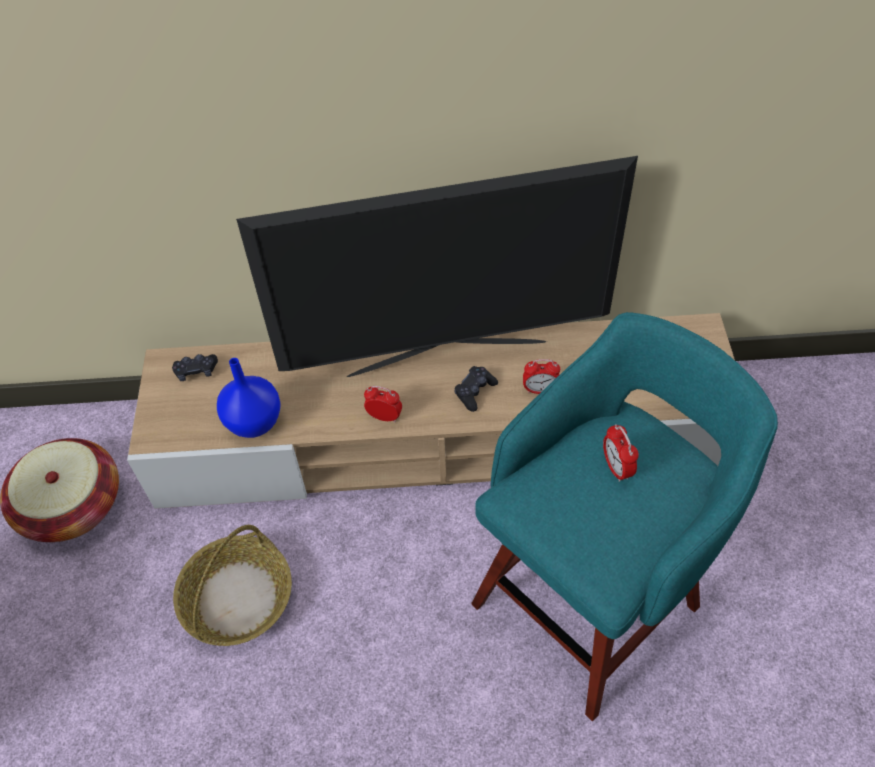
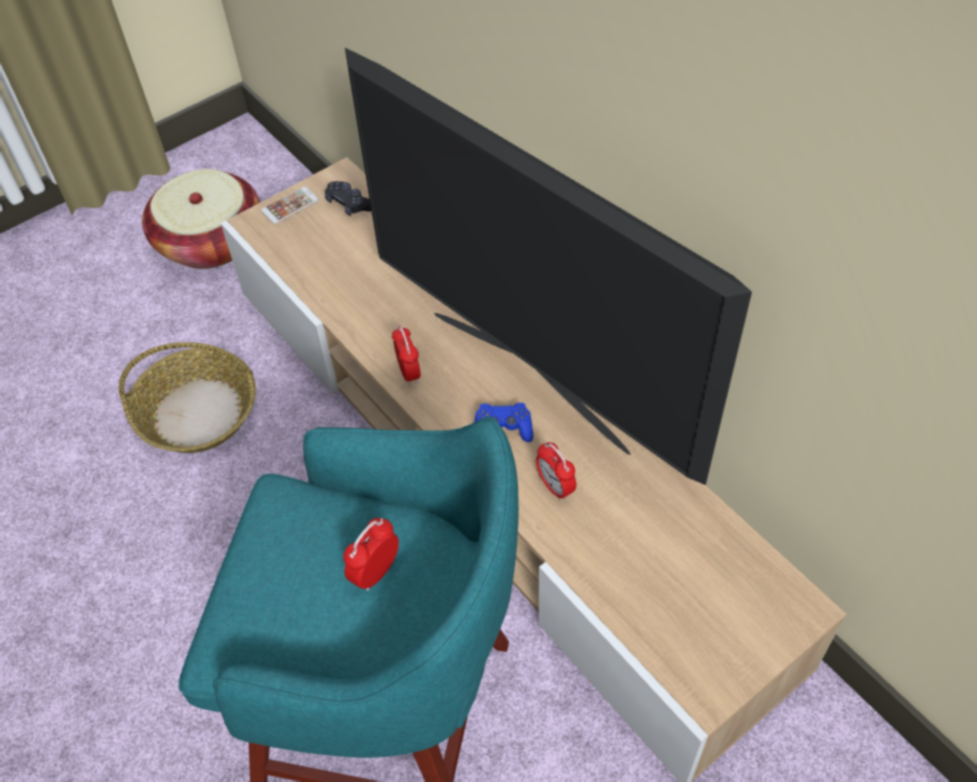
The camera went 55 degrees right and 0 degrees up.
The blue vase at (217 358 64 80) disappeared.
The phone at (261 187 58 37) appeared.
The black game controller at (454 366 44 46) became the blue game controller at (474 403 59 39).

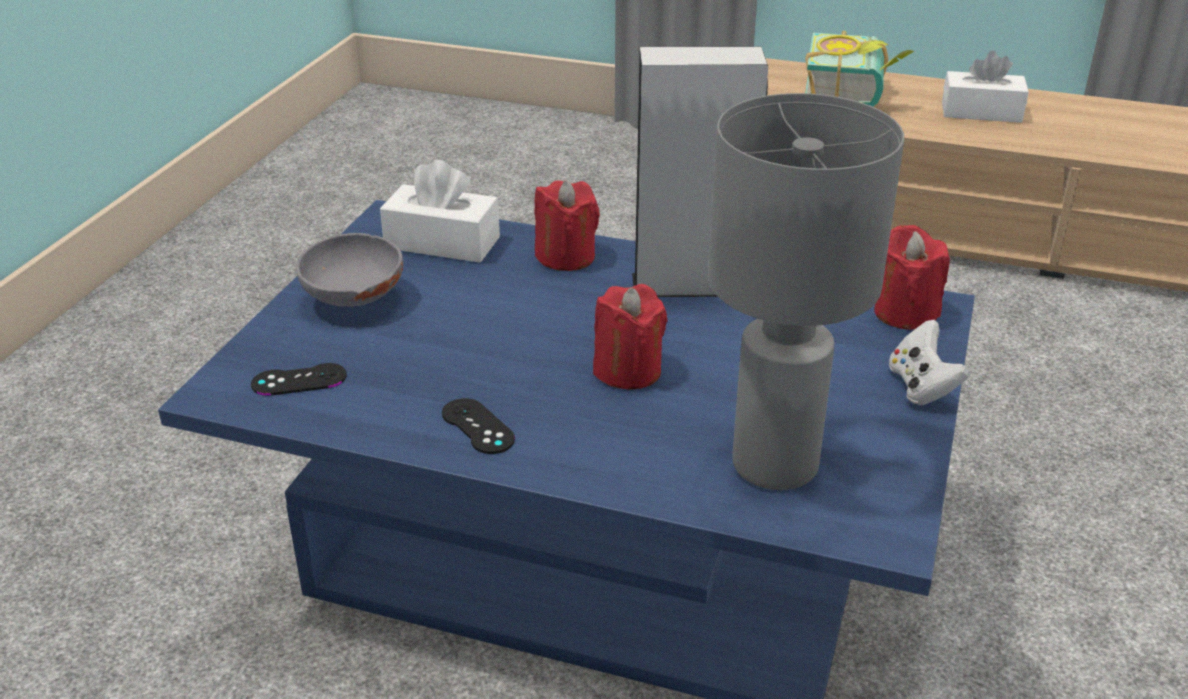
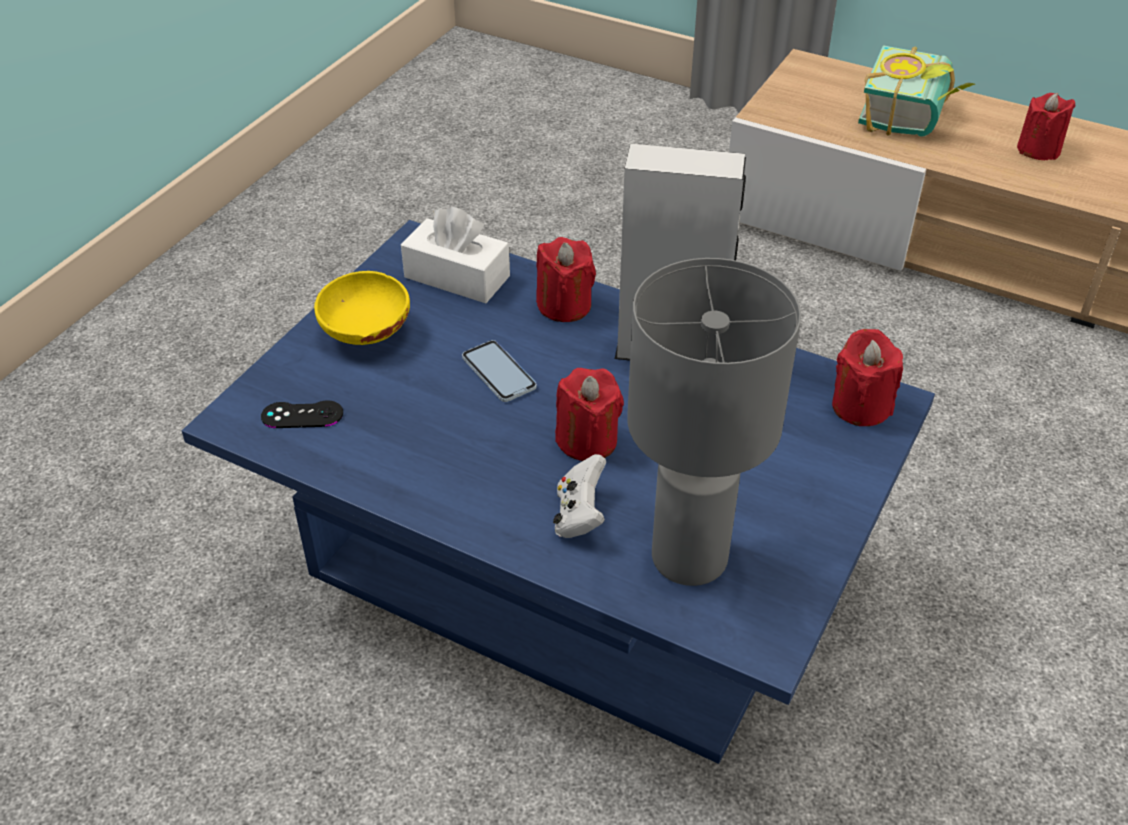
The camera went 10 degrees right and 10 degrees up.
The black game controller at (442 398 73 56) disappeared.
The phone at (462 340 75 62) appeared.
The white game controller moved from (889 320 81 85) to (553 454 53 84).
The white tissue box at (942 51 87 72) was replaced by the red candle at (1017 93 59 67).
The grey bowl at (296 233 108 74) became the yellow bowl at (314 271 96 74).

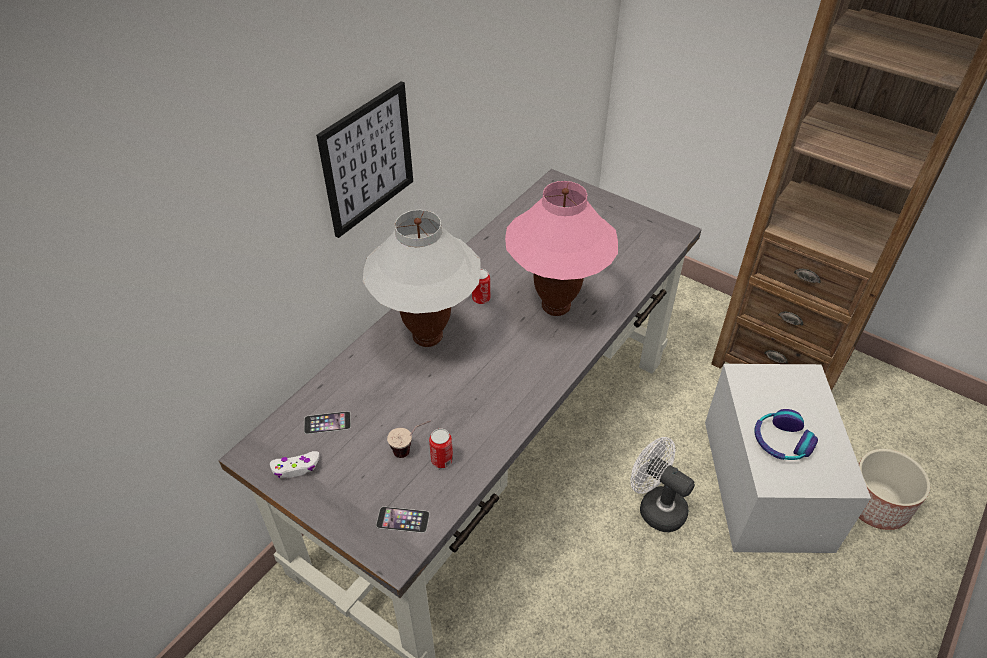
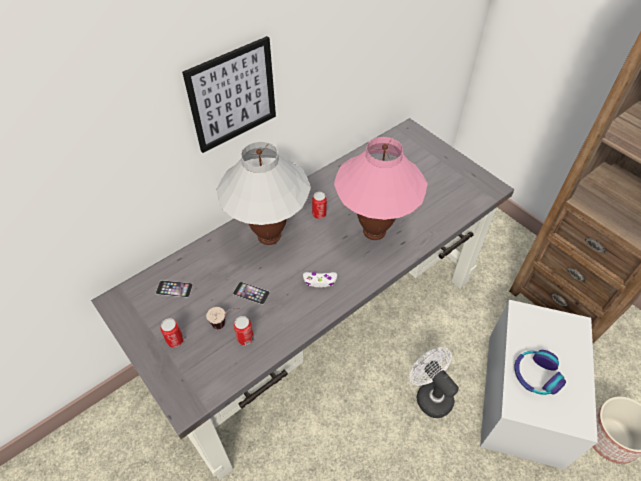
The camera went 15 degrees right and 5 degrees up.
The can at (160 318 24 30) appeared.
The white game controller moved from (270 451 49 27) to (303 272 34 15).
The phone moved from (376 507 54 26) to (233 282 37 23).

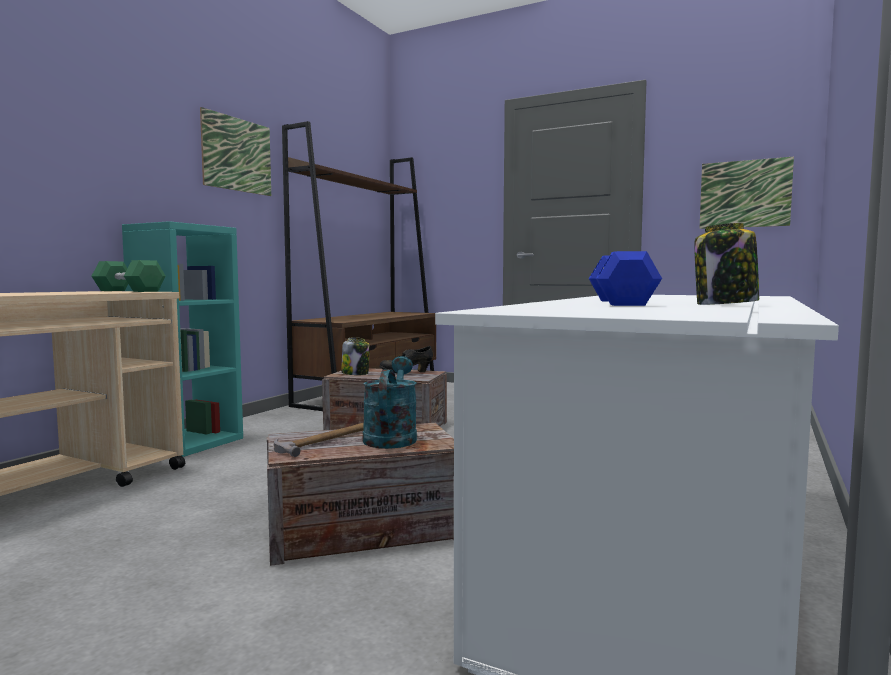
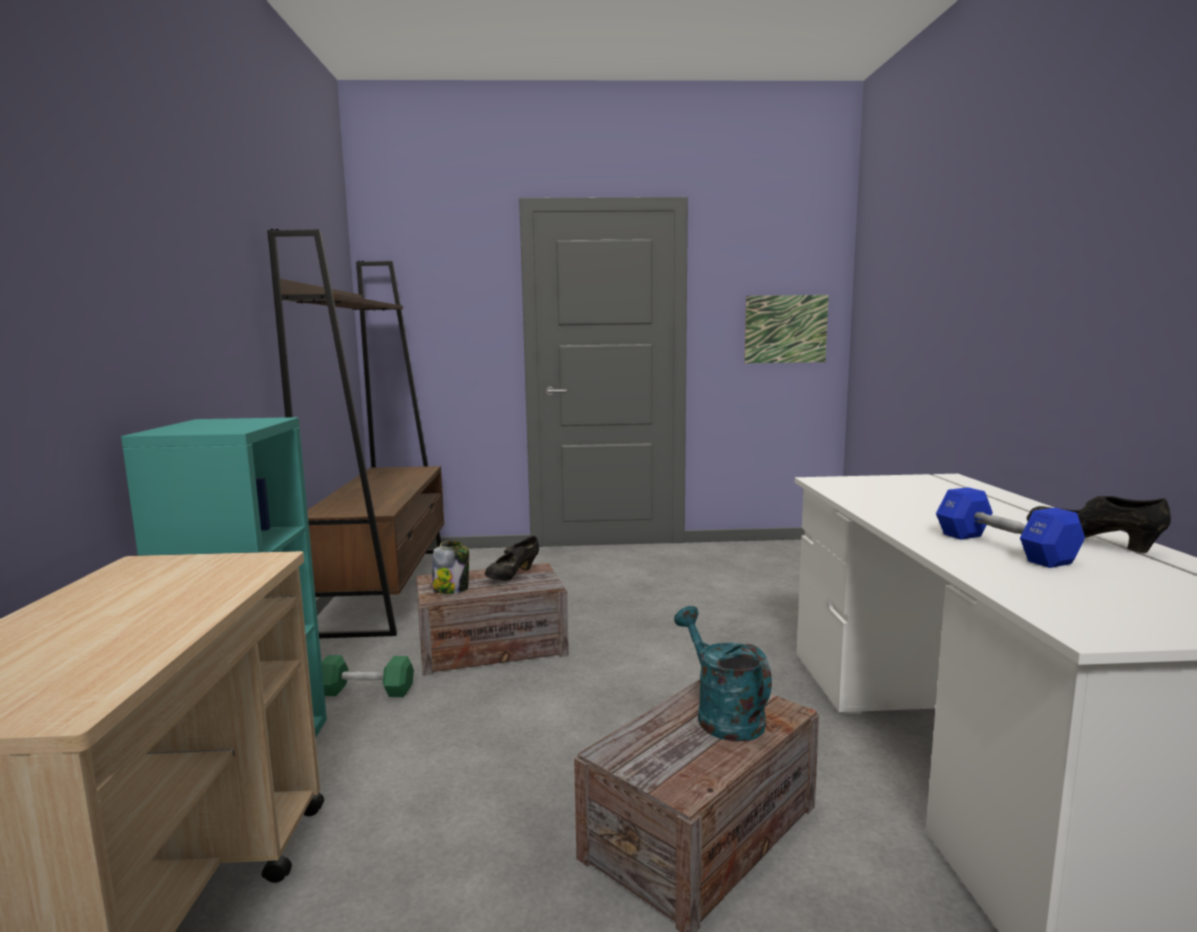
The camera went 30 degrees left and 5 degrees up.
The picture at (200 107 71 89) disappeared.
The hammer at (274 423 90 34) disappeared.
The green dumbbell moved from (91 260 75 32) to (321 655 93 42).
The jar at (694 223 65 82) was replaced by the black shoe at (1027 496 144 57).

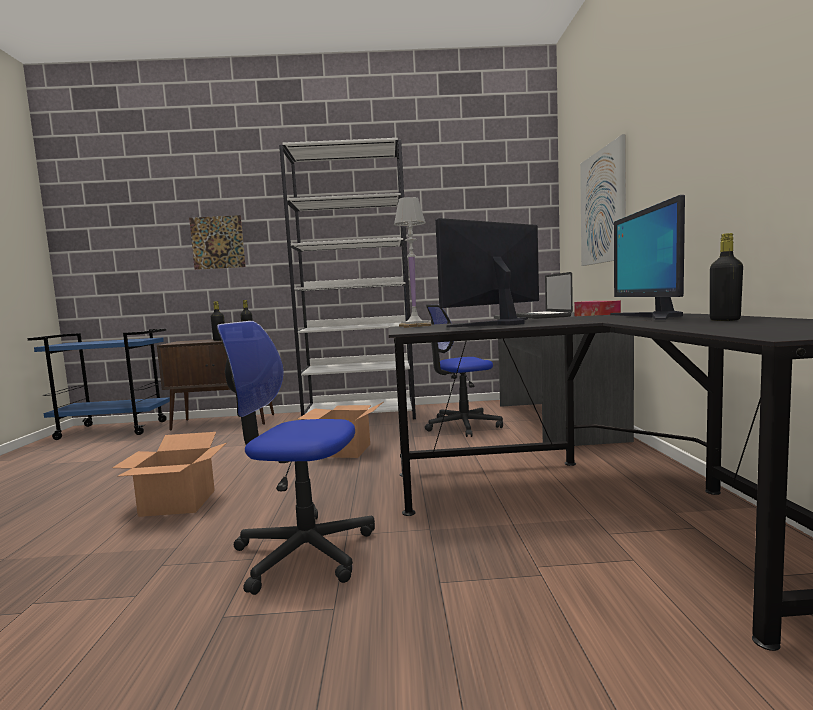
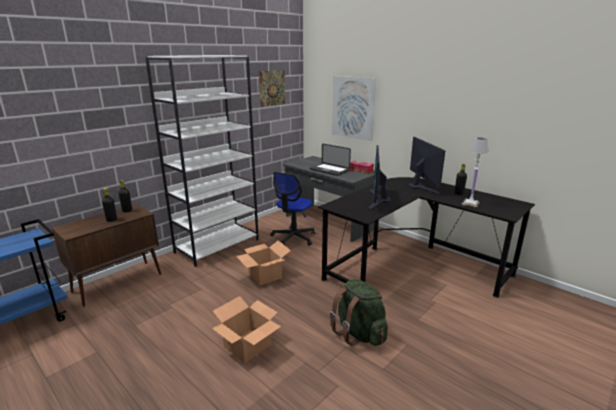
The camera went 45 degrees left and 15 degrees up.
The picture moved from (189 215 57 55) to (259 70 26 37).
The white table lamp moved from (394 197 37 131) to (462 138 27 70).
The office chair at (217 321 158 274) was replaced by the green backpack at (330 279 58 67).
The monitor at (610 195 75 125) turned 150 degrees counterclockwise.

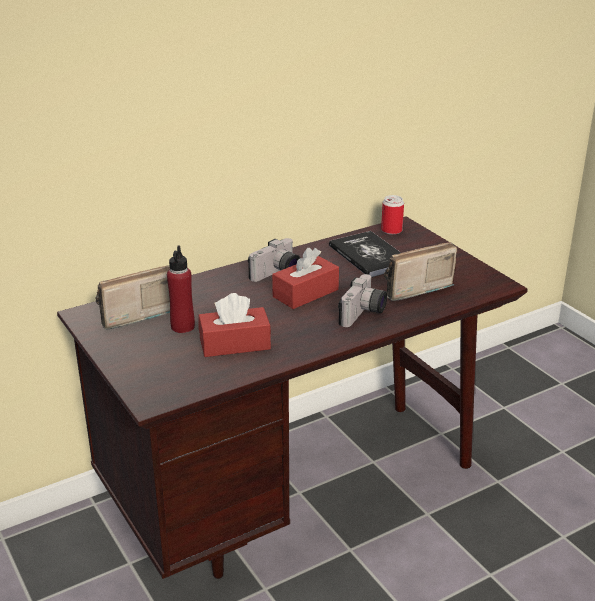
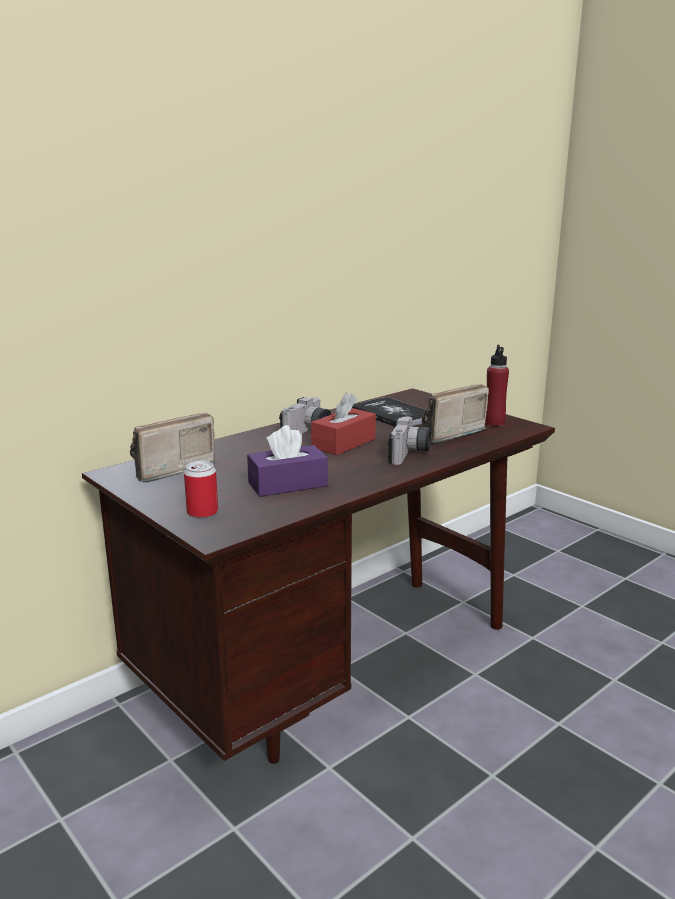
The camera went 10 degrees left and 10 degrees down.
The red bottle moved from (167 246 28 87) to (485 345 24 81).
The can moved from (381 195 23 40) to (184 461 34 57).
The red tissue box at (198 293 73 64) became the purple tissue box at (247 425 81 72).

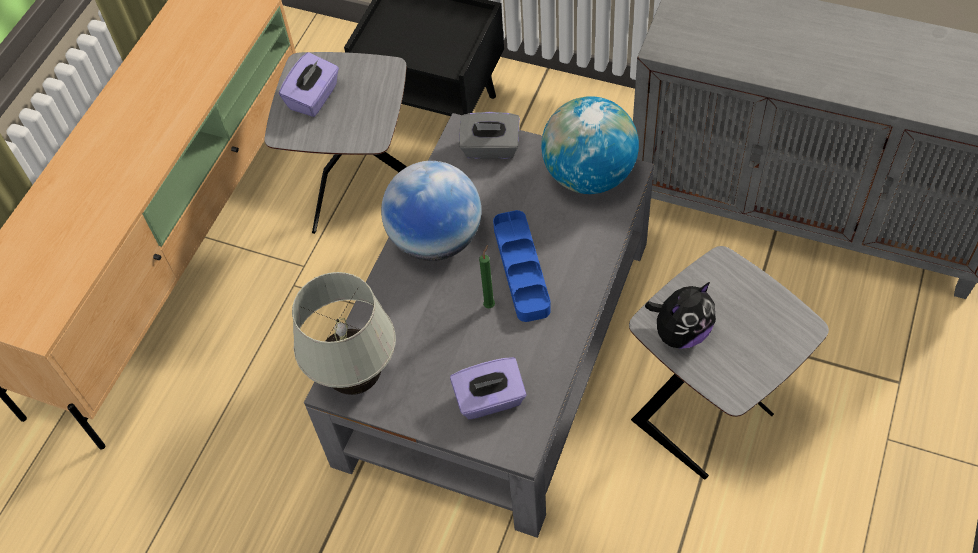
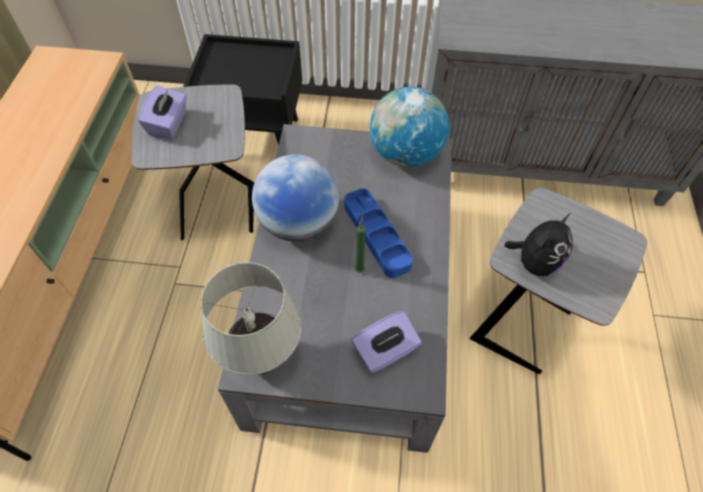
The camera went 20 degrees left and 0 degrees up.
The grey tissue box at (459 112 61 47) disappeared.

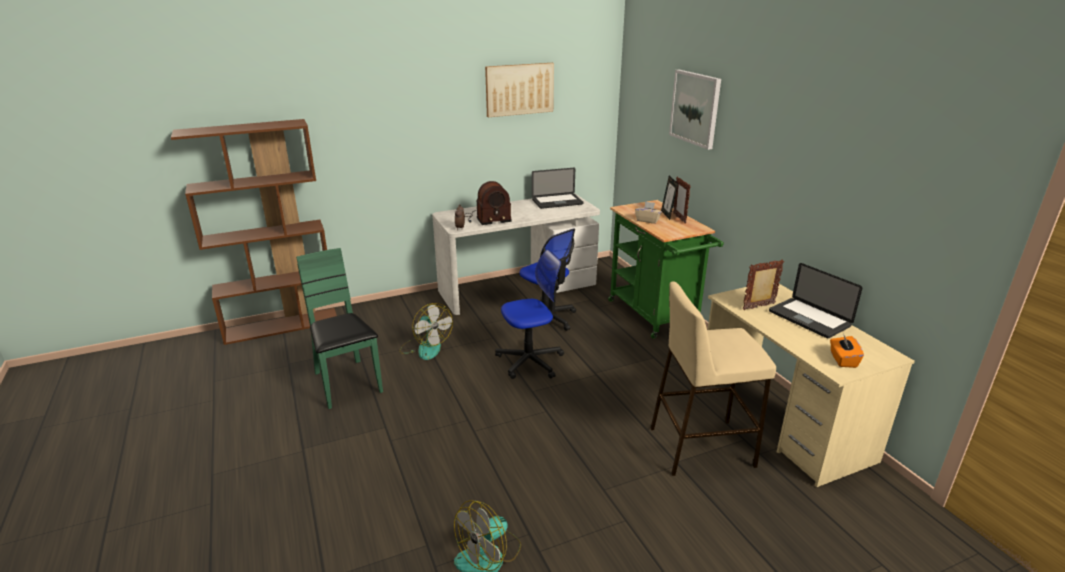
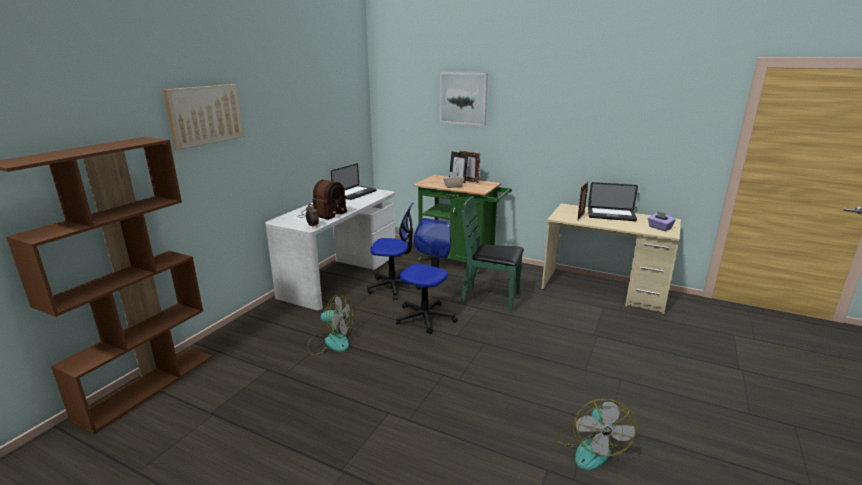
The camera went 40 degrees left and 5 degrees down.
The beige stool at (651 282 125 194) disappeared.
The green chair moved from (296 248 87 161) to (461 196 63 116).
The picture moved from (485 63 69 54) to (163 84 81 66).
The orange tissue box at (830 333 34 35) became the purple tissue box at (648 211 28 20).

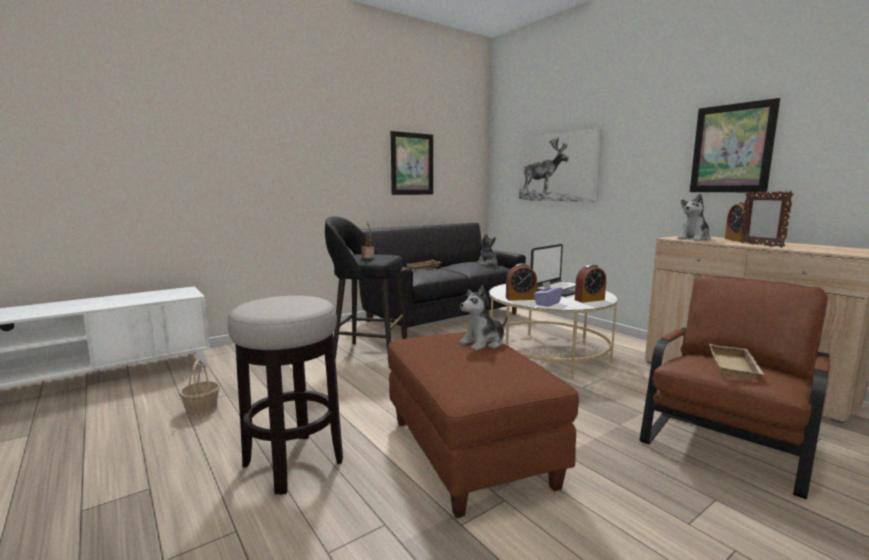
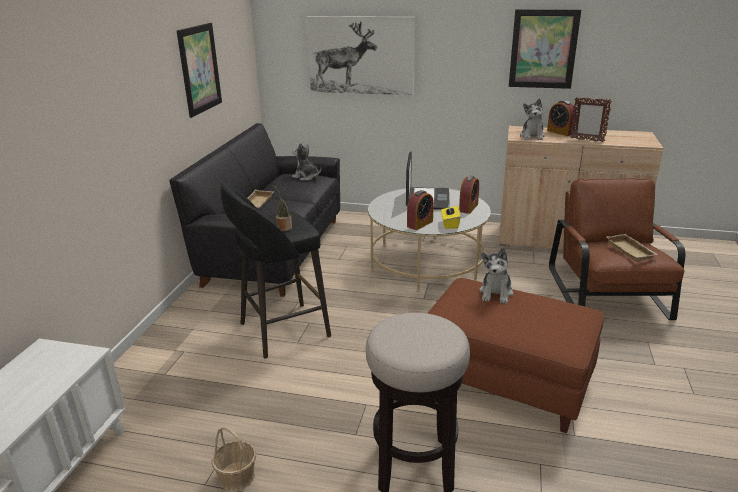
The camera went 40 degrees left and 15 degrees up.
The purple tissue box at (533 281 30 26) became the yellow tissue box at (441 204 20 25).

